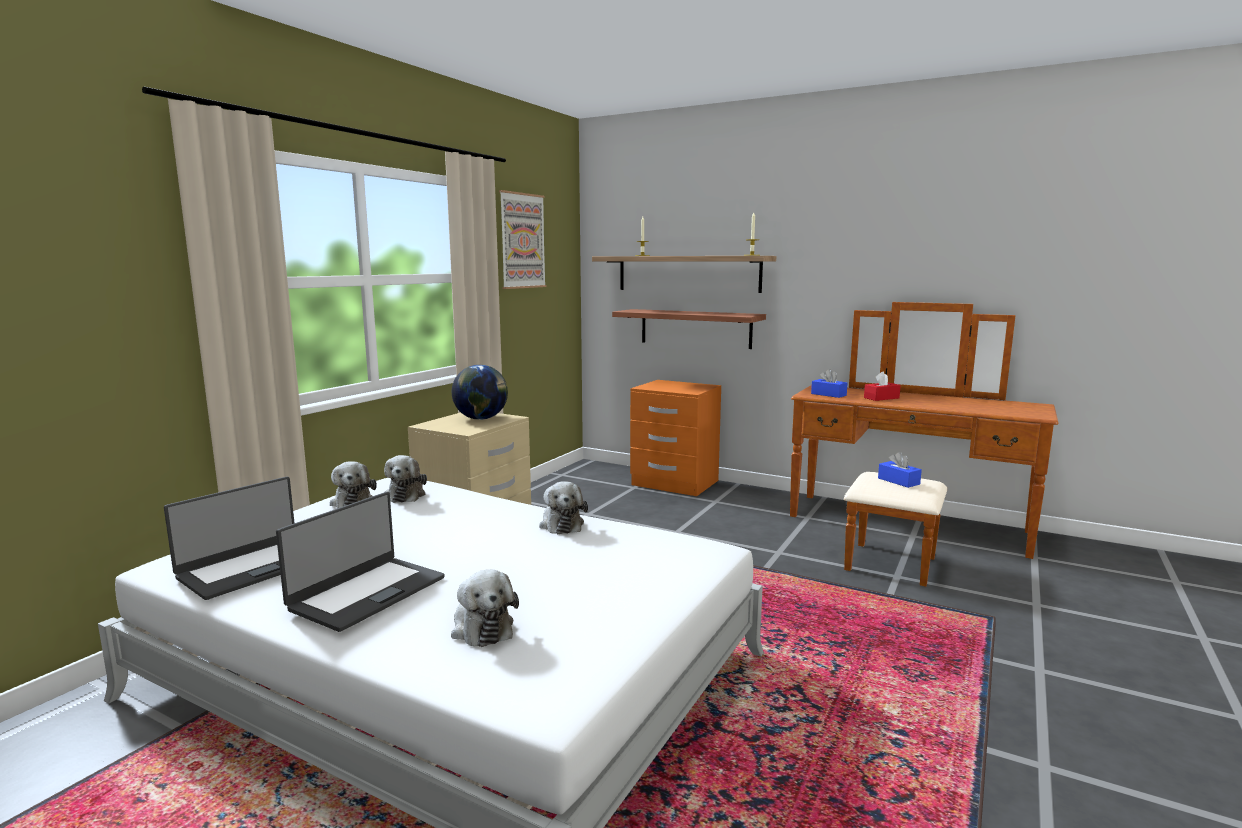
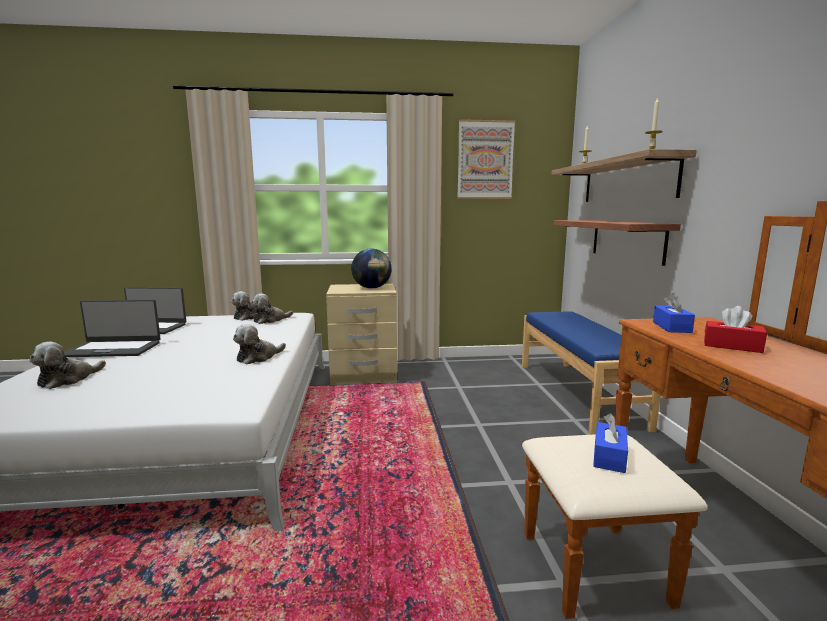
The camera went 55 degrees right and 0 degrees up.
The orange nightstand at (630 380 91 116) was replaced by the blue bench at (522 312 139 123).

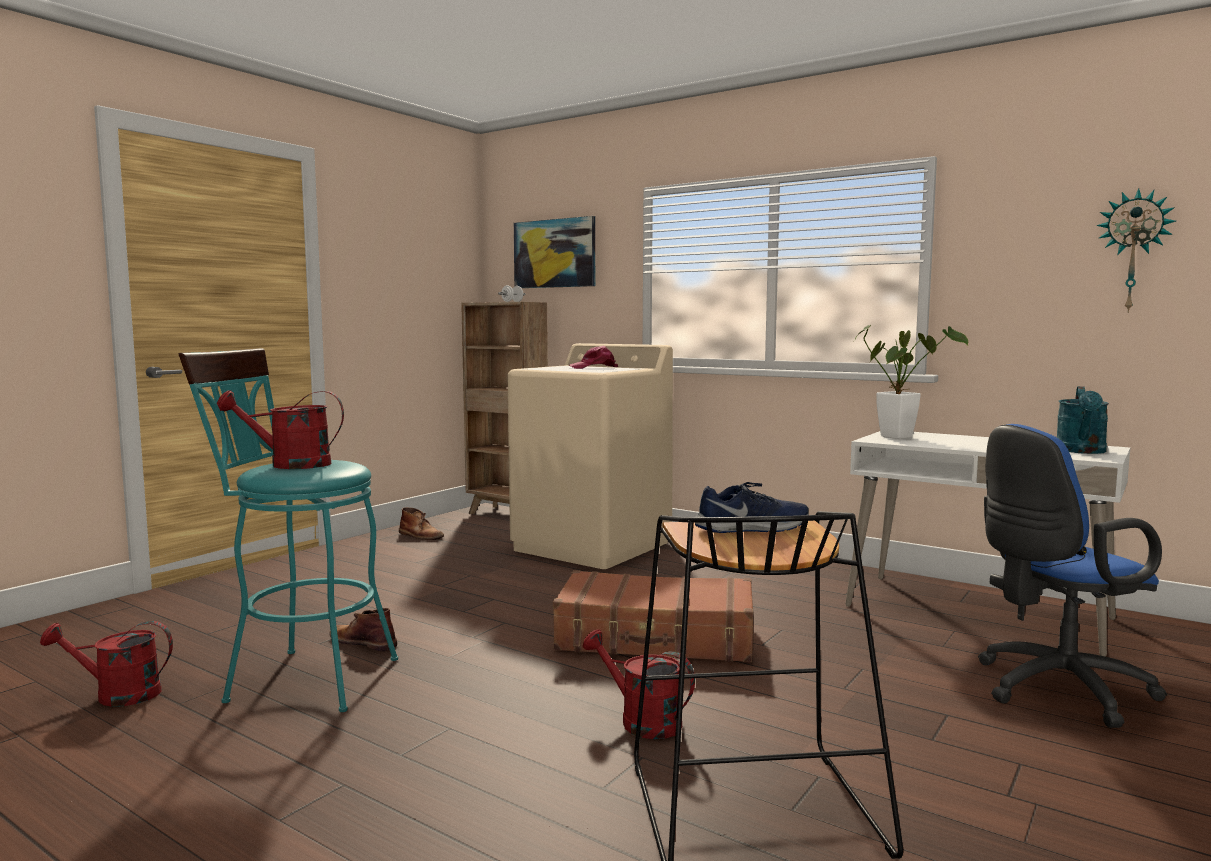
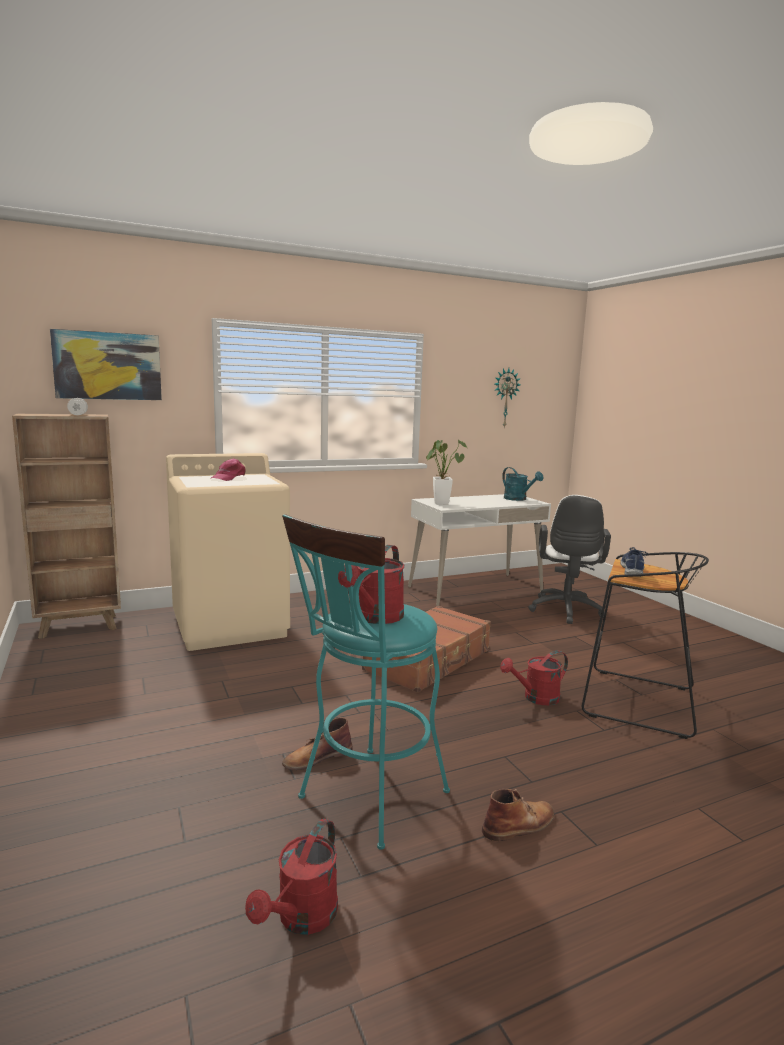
The camera went 60 degrees left and 5 degrees up.
The brown boot moved from (399 507 45 33) to (482 788 73 53).
The blue office chair at (978 424 189 304) became the white office chair at (528 495 83 129).

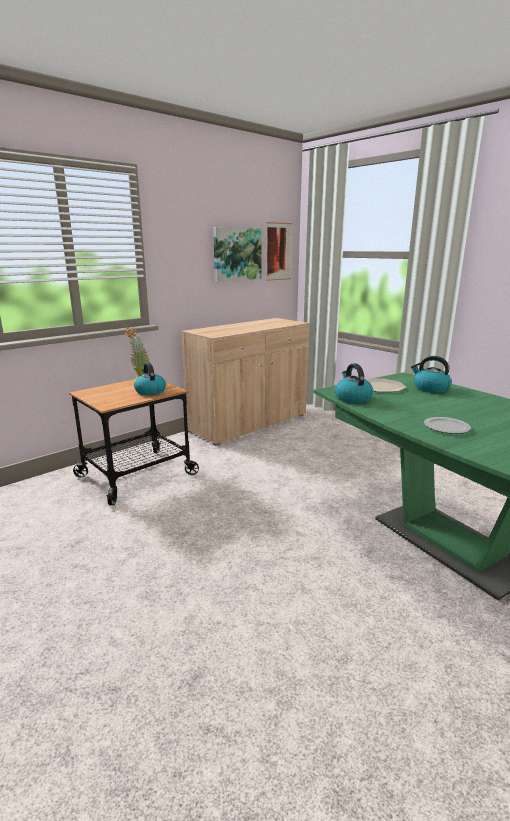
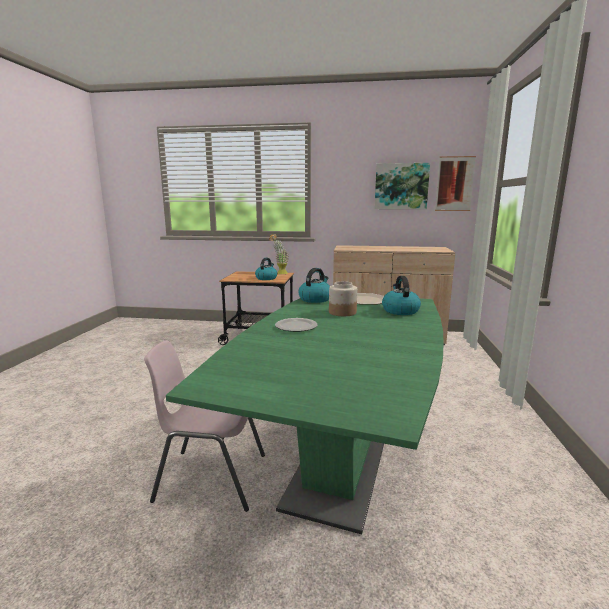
The camera went 50 degrees right and 5 degrees down.
The pink chair at (144 340 121 172) appeared.
The jar at (329 281 28 35) appeared.

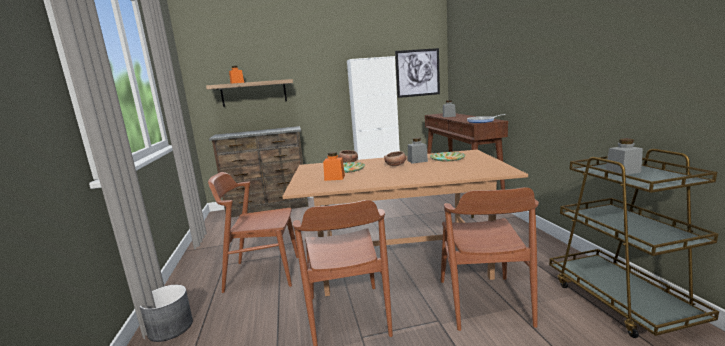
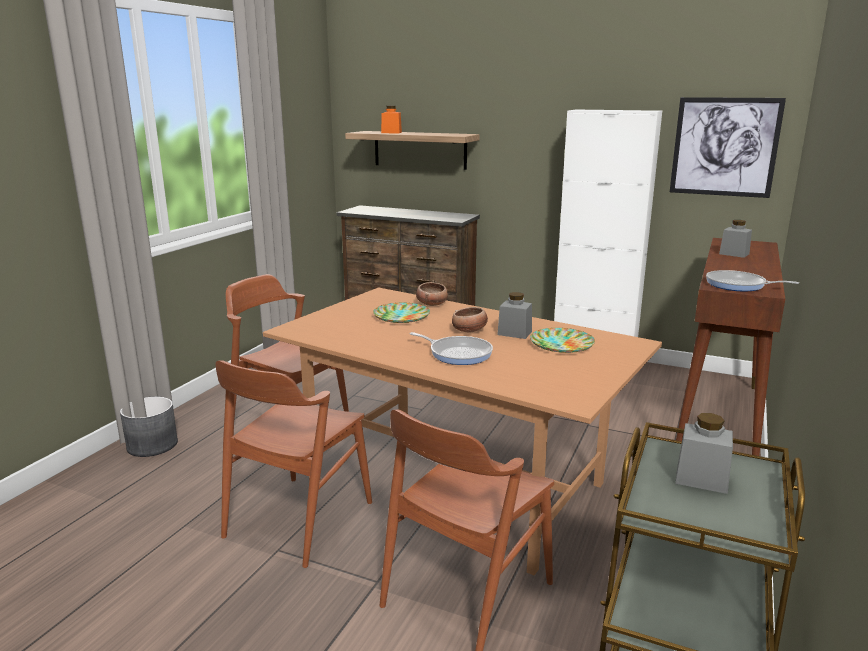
The camera went 35 degrees right and 5 degrees up.
The orange jar at (323 152 22 29) disappeared.
The frying pan at (409 332 84 33) appeared.

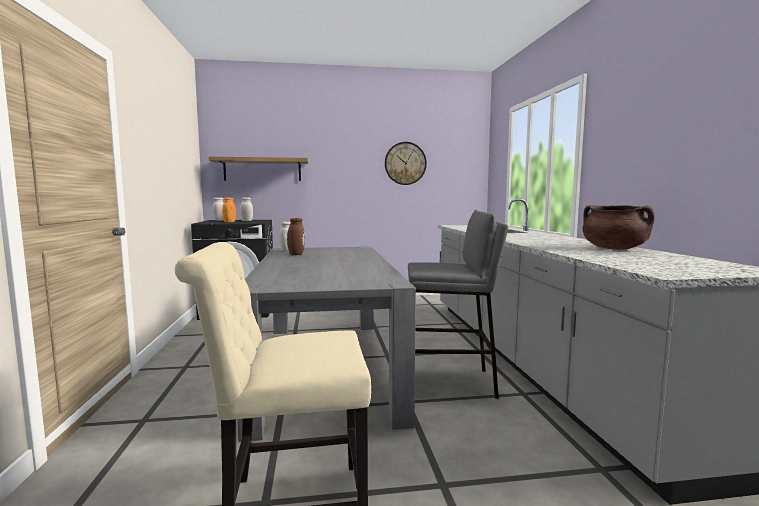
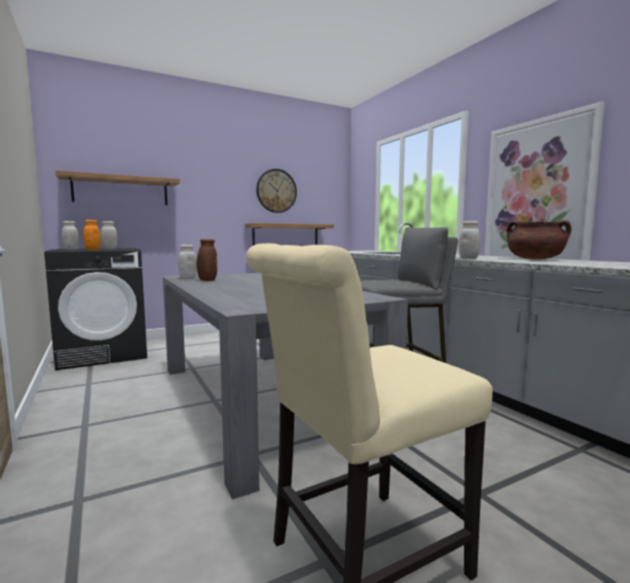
The camera went 20 degrees left and 0 degrees up.
The shelf at (245 223 89 22) appeared.
The white jar at (459 221 21 38) appeared.
The picture at (484 102 121 159) appeared.

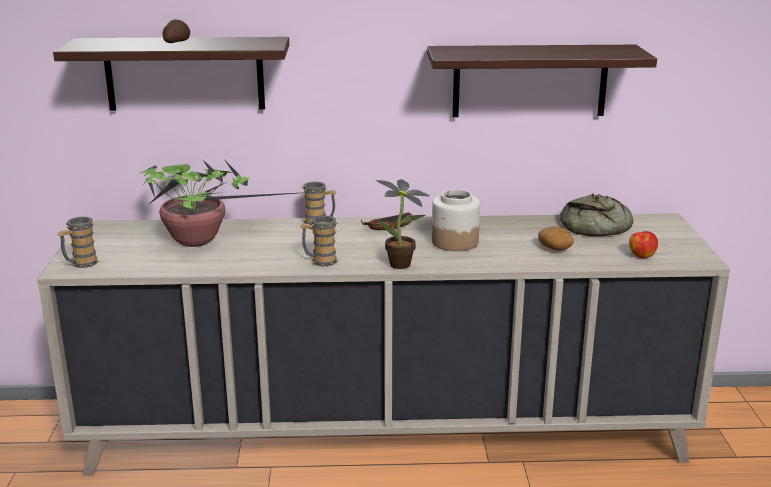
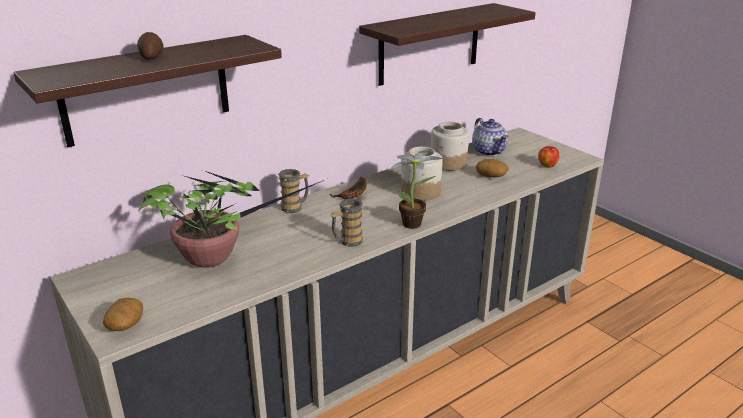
The camera went 35 degrees left and 5 degrees up.
The jar at (431 122 38 49) appeared.
The mug at (58 217 41 51) was replaced by the potato at (103 297 40 34).
The bread at (560 193 73 43) was replaced by the teapot at (472 118 36 38).

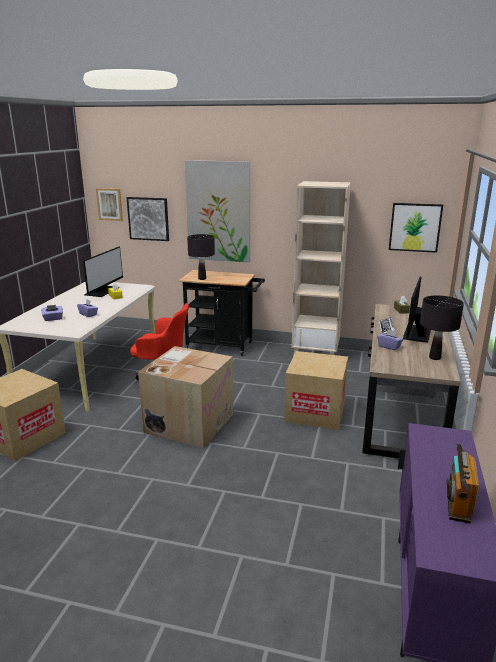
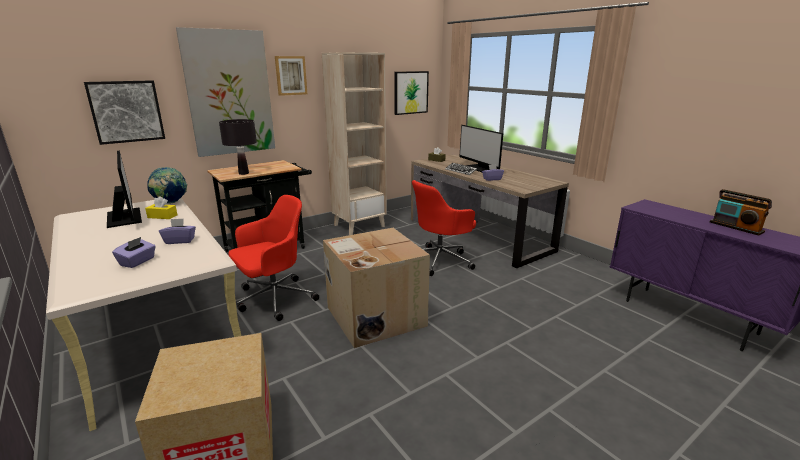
The camera went 50 degrees left and 0 degrees up.
The black table lamp at (420 295 44 65) disappeared.
The globe at (147 167 41 37) appeared.
The picture moved from (96 188 27 33) to (275 56 32 40).
The cardboard box at (284 351 64 79) was replaced by the red office chair at (412 180 64 96).

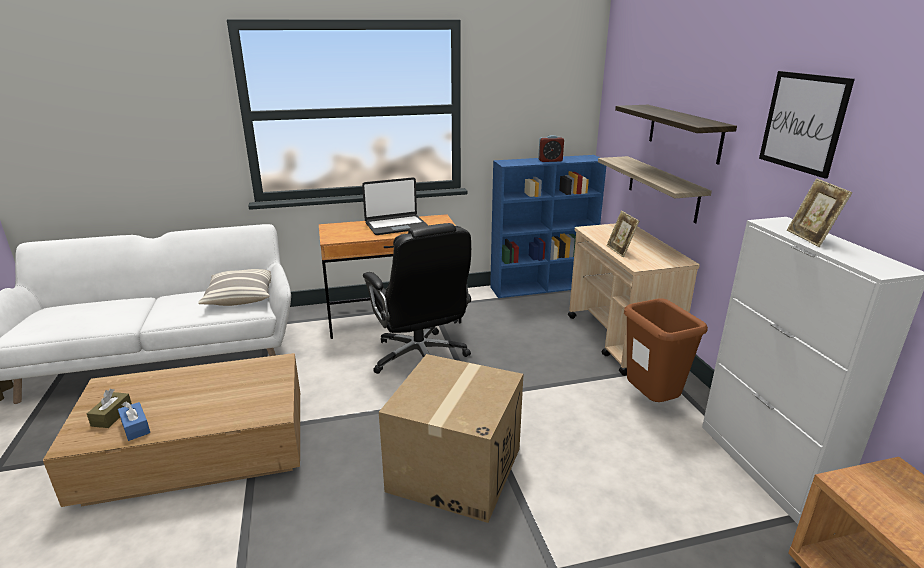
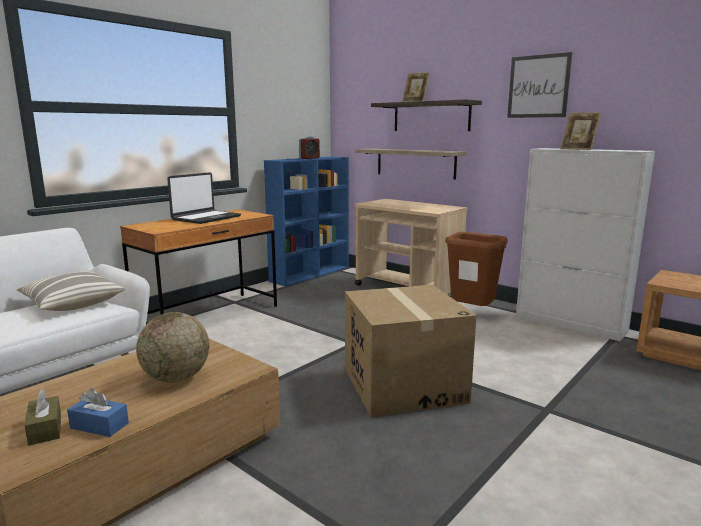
The camera went 35 degrees left and 10 degrees down.
The black office chair at (363 223 108 151) disappeared.
The globe at (136 312 73 71) appeared.
The picture frame moved from (607 211 32 46) to (402 72 28 30).

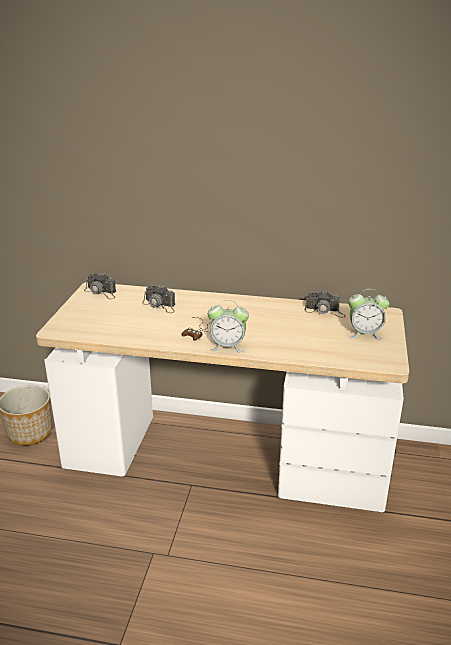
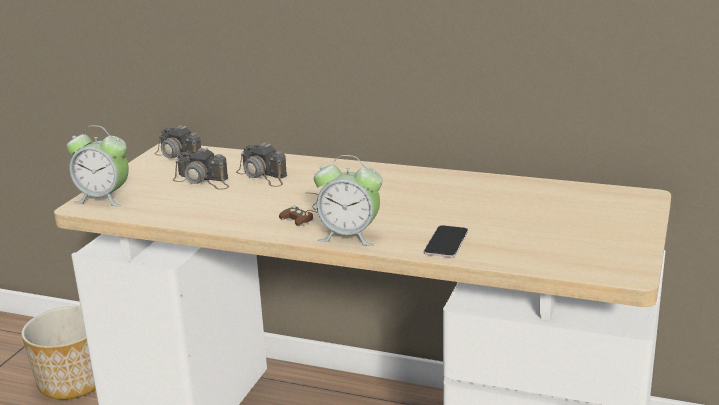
The camera went 10 degrees right and 5 degrees down.
The phone at (424 225 44 33) appeared.
The photo camera moved from (305 291 41 26) to (173 147 56 42).
The alarm clock moved from (348 289 41 50) to (67 125 62 81).

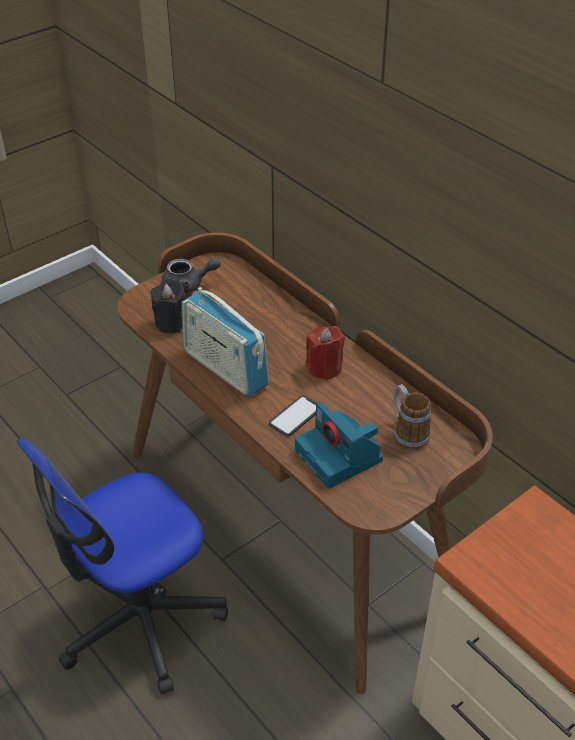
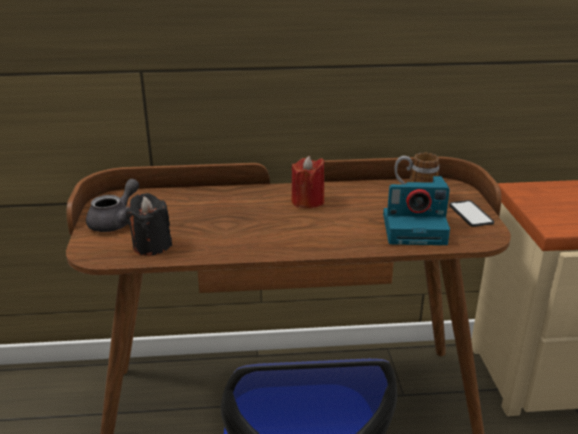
The camera went 55 degrees left and 15 degrees down.
The radio at (181 287 88 110) disappeared.
The phone moved from (269 395 49 41) to (449 200 45 27).

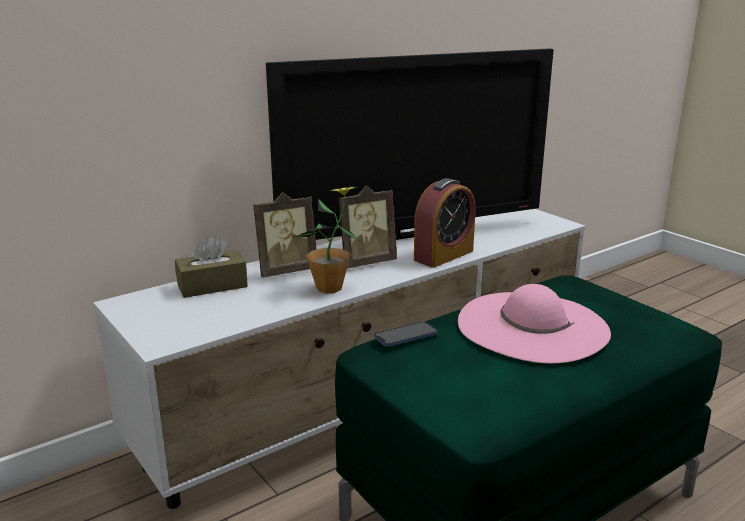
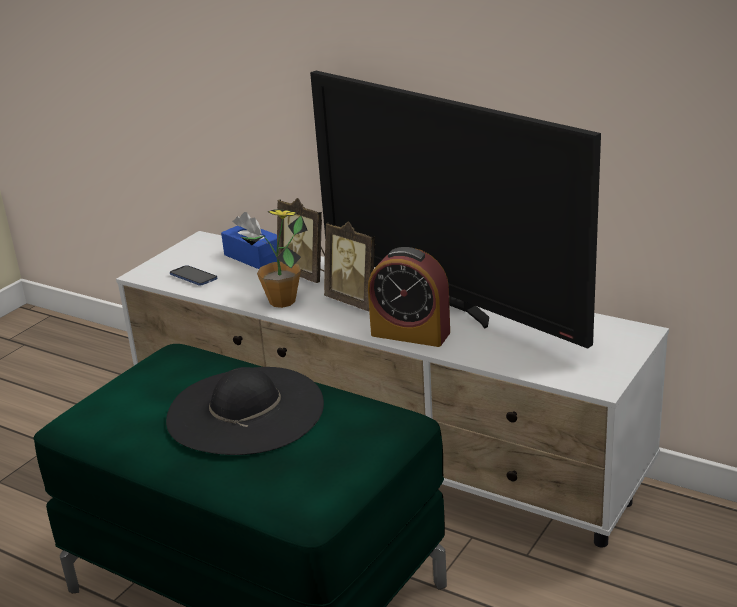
The camera went 70 degrees right and 5 degrees up.
The phone moved from (374 322 64 25) to (170 265 47 20).
The brown tissue box at (175 235 73 63) became the blue tissue box at (221 212 56 57).
The pink hat at (458 284 153 80) became the black hat at (166 367 158 88).

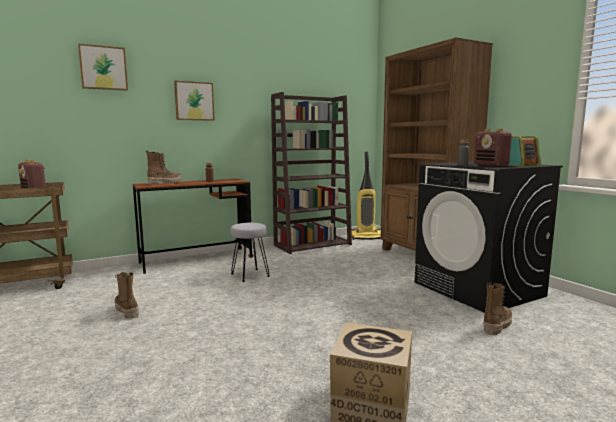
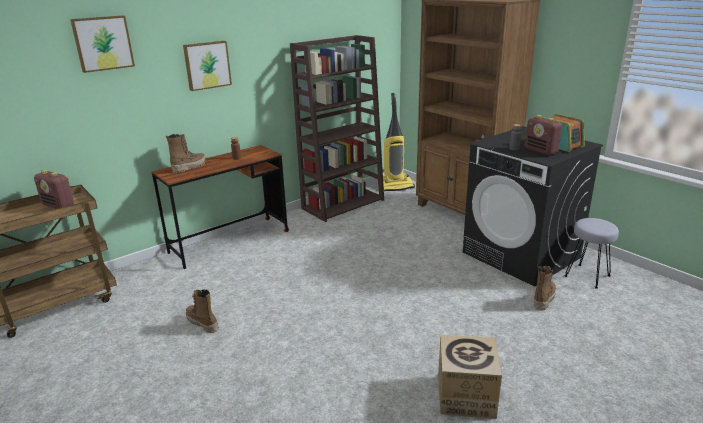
The camera went 10 degrees left and 15 degrees up.
The grey stool moved from (230 223 39 59) to (564 218 55 71).

